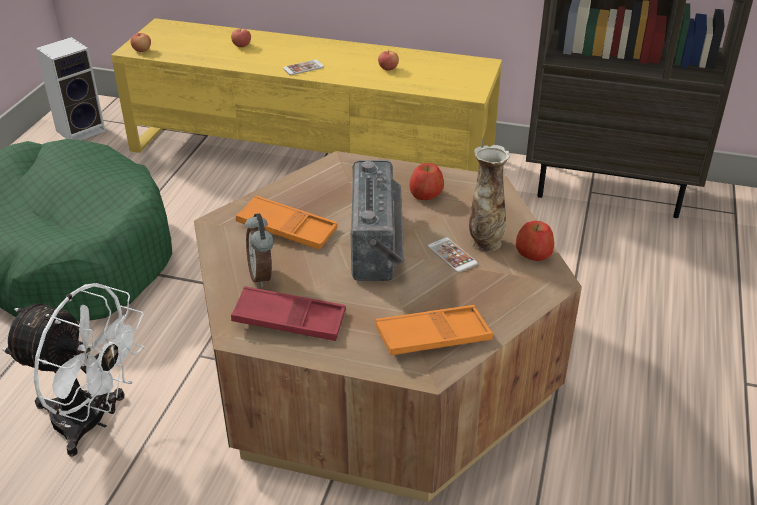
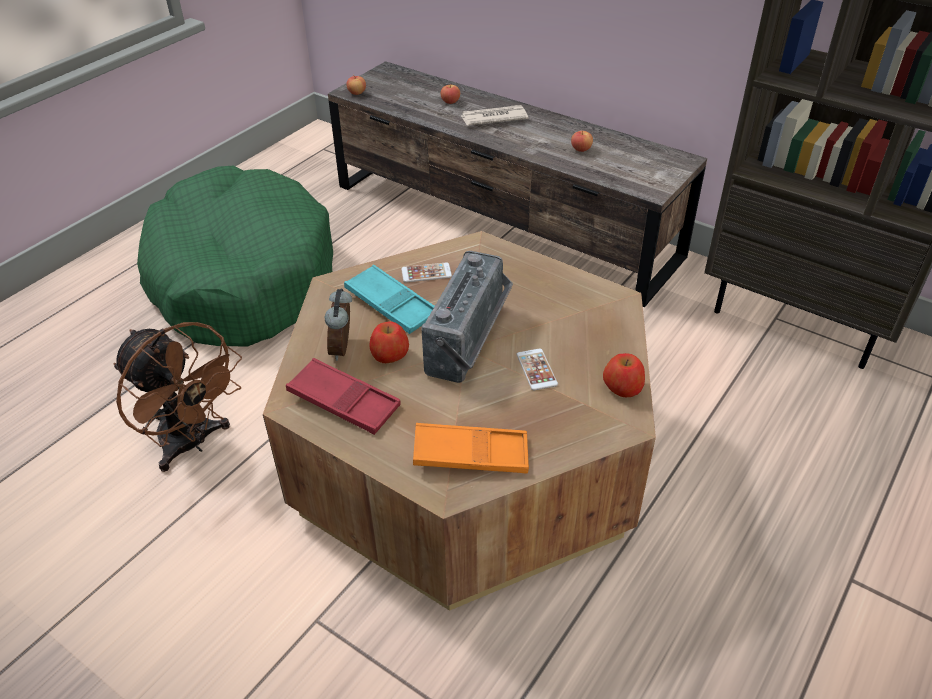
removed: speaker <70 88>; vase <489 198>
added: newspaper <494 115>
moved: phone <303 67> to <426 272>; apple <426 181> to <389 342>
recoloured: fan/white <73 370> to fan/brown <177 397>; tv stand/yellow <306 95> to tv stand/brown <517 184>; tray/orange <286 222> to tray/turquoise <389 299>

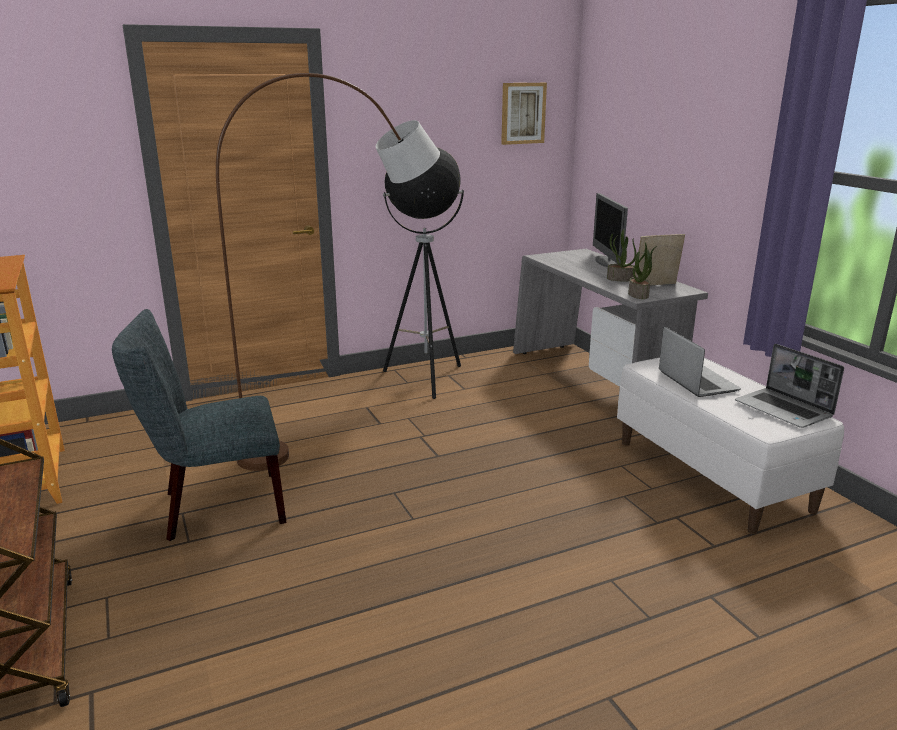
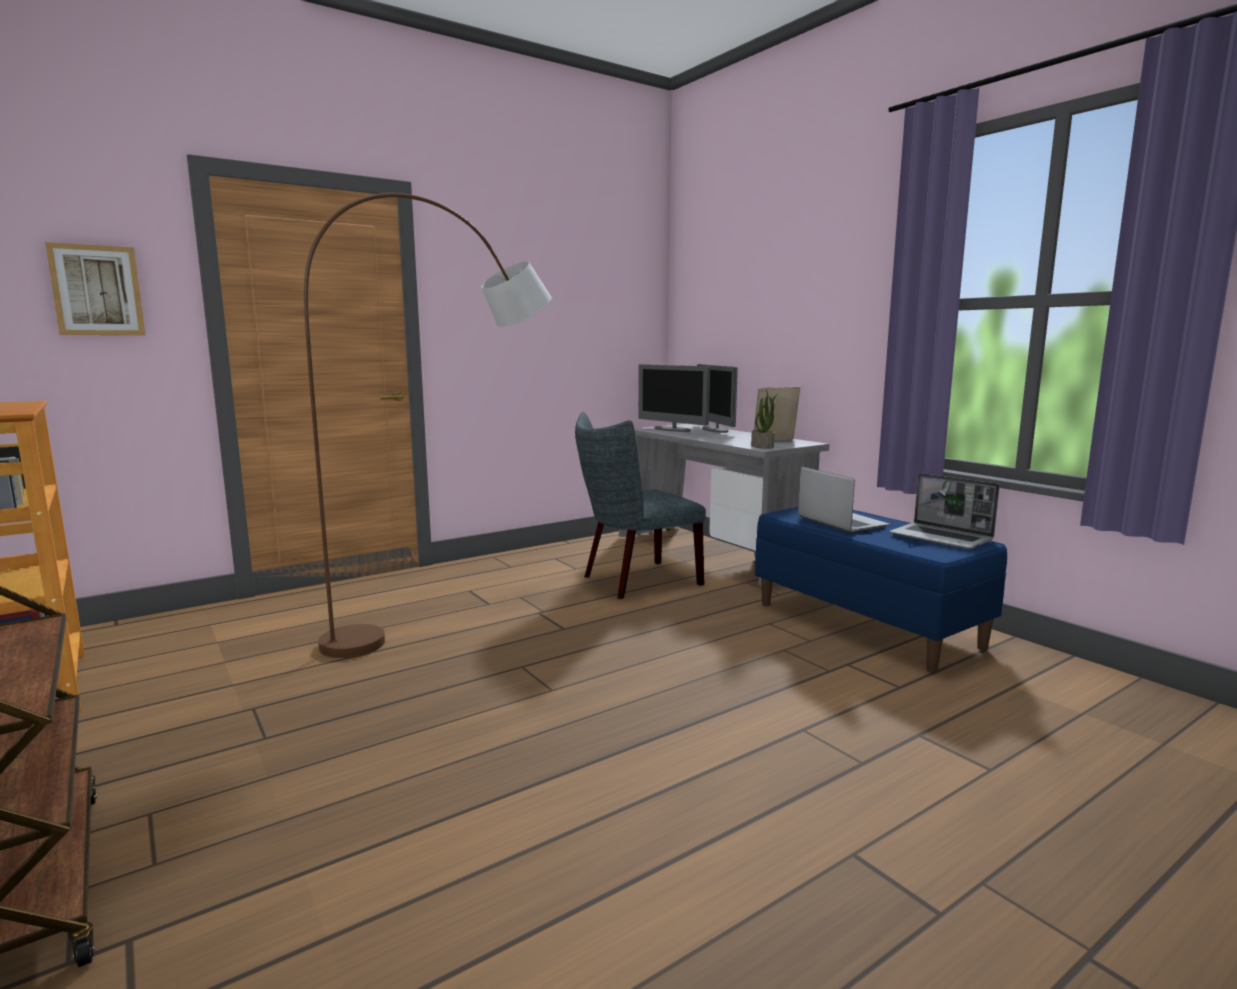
removed: floor lamp <423 273>; potted plant <622 255>
added: monitor <674 398>
moved: chair/grey <199 425> to <640 505>; picture <524 114> to <95 288>
recoloured: bench/white <730 445> to bench/blue <881 590>

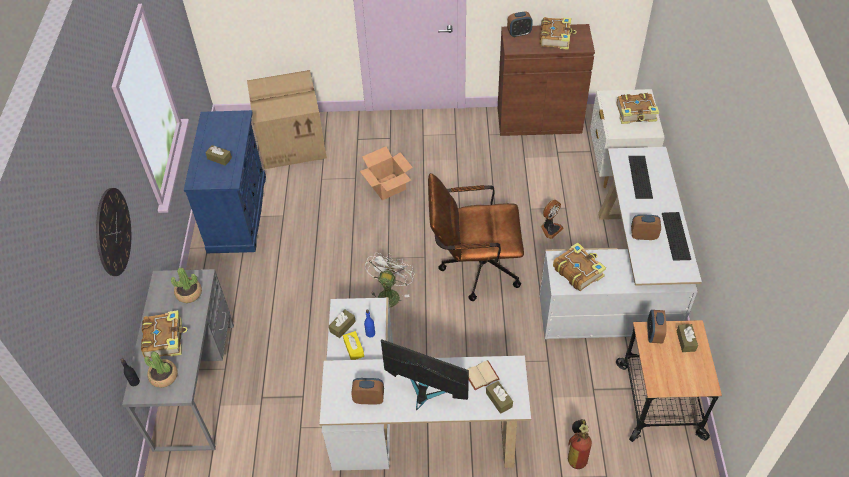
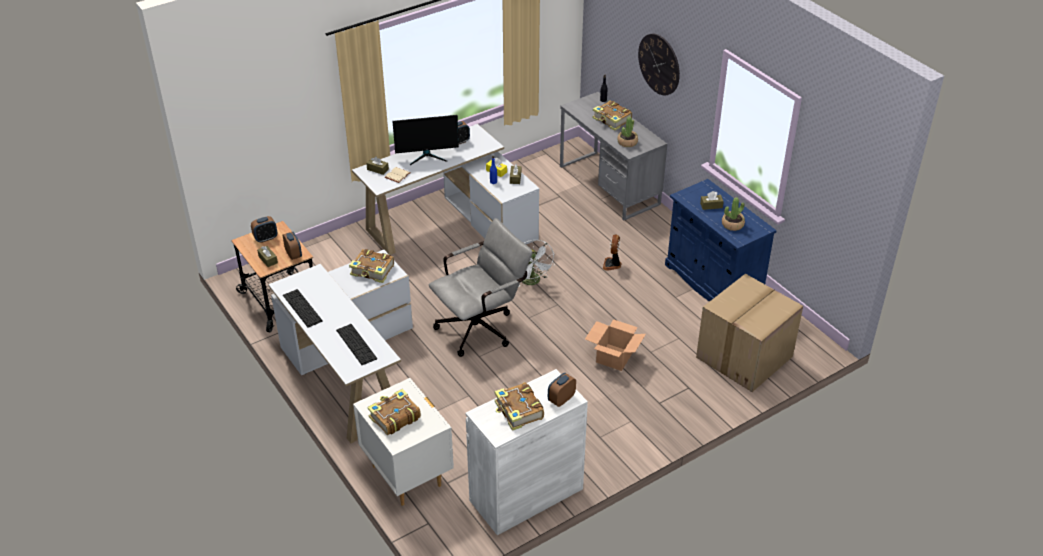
removed: fire extinguisher <580 444>
moved: potted plant <161 370> to <733 214>; fan <552 219> to <612 252>; alarm clock <646 227> to <264 229>
recoloured: office chair/brown <476 237> to office chair/grey <480 287>; cabinet/brown <546 80> to cabinet/white <526 452>

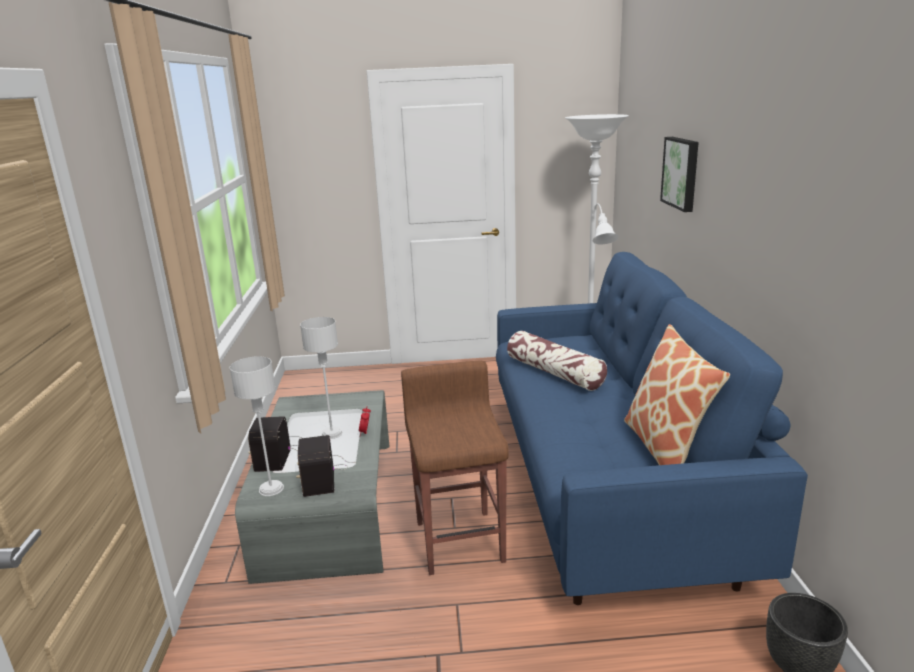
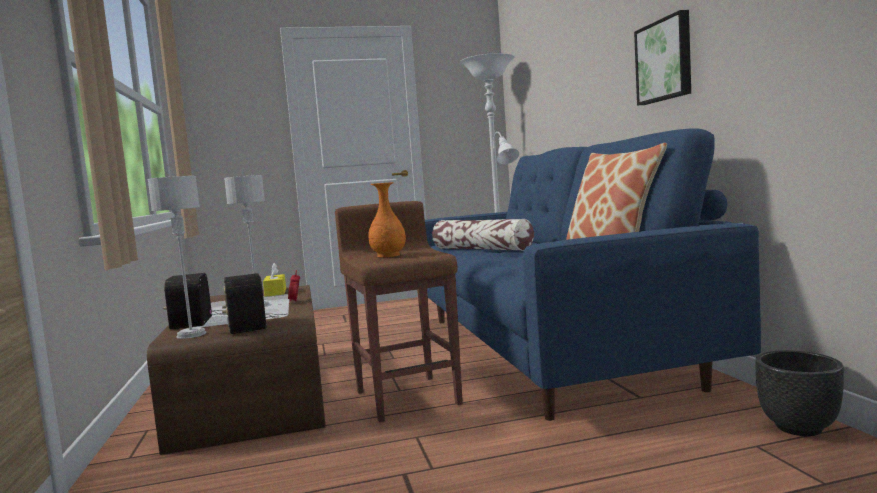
added: tissue box/yellow <274 280>; vase/orange <387 219>
moved: picture <679 174> to <662 57>
recoloured: coffee table/grey <312 487> to coffee table/brown <236 370>

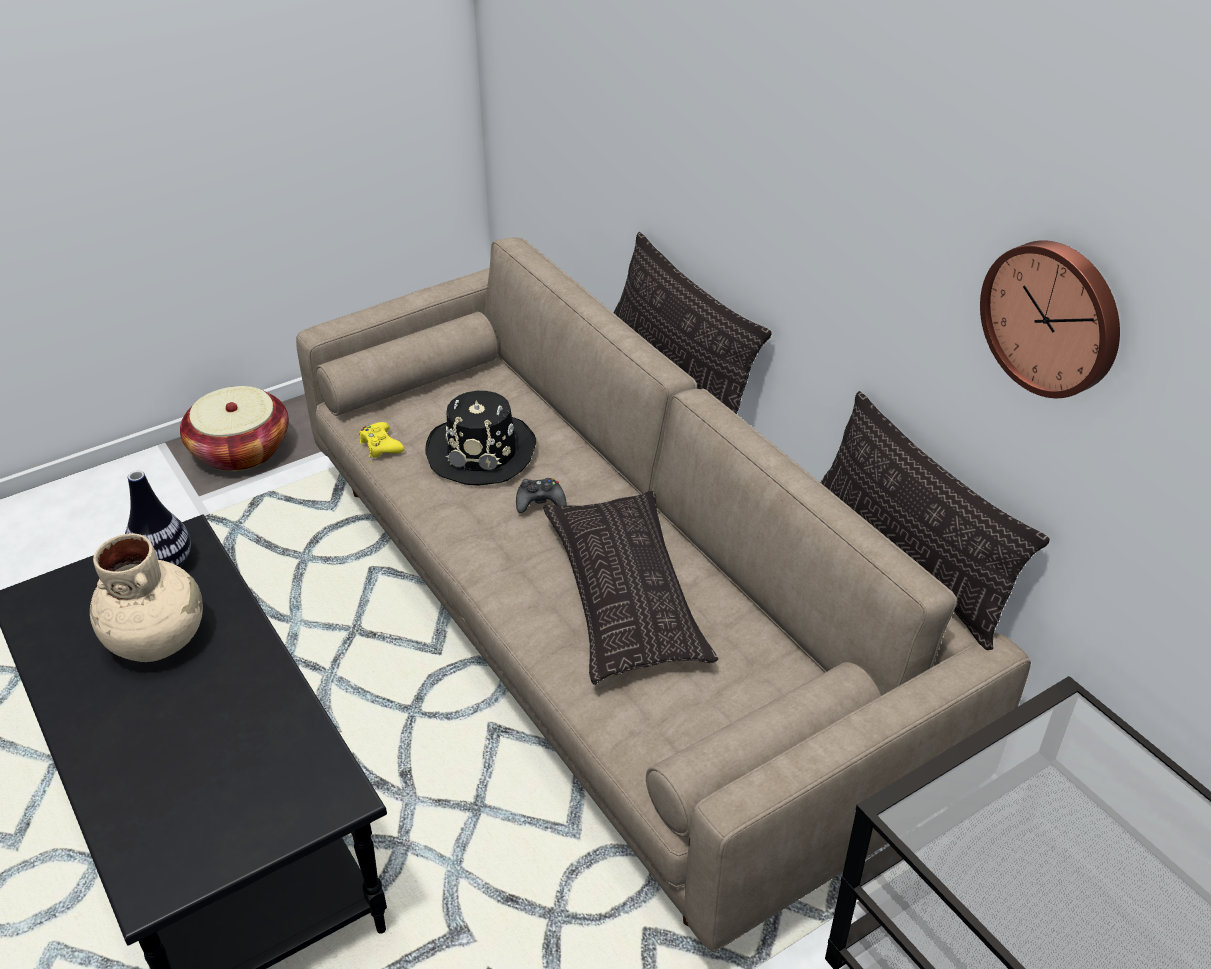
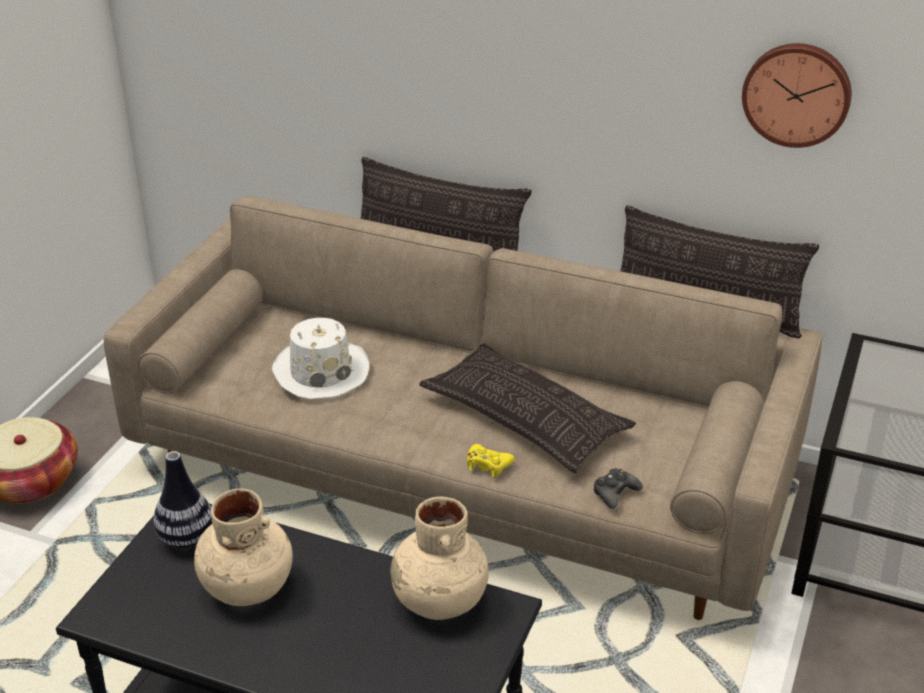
added: vase/beige <440 558>
moved: game controller/yellow <381 440> to <491 461>; game controller/black <541 495> to <618 488>
recoloured: hat/black <480 438> to hat/white <320 358>

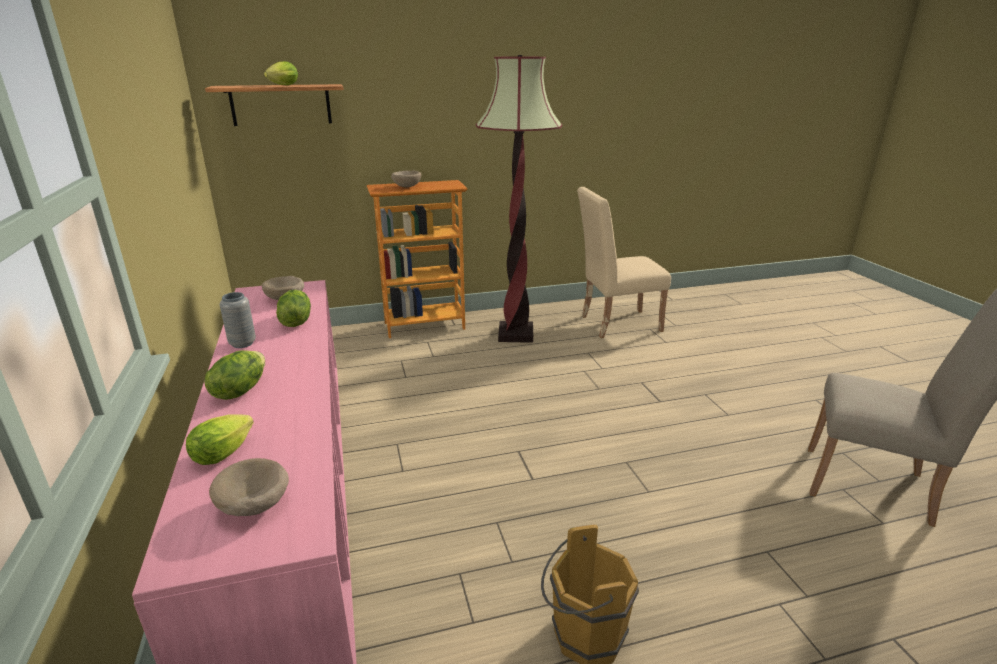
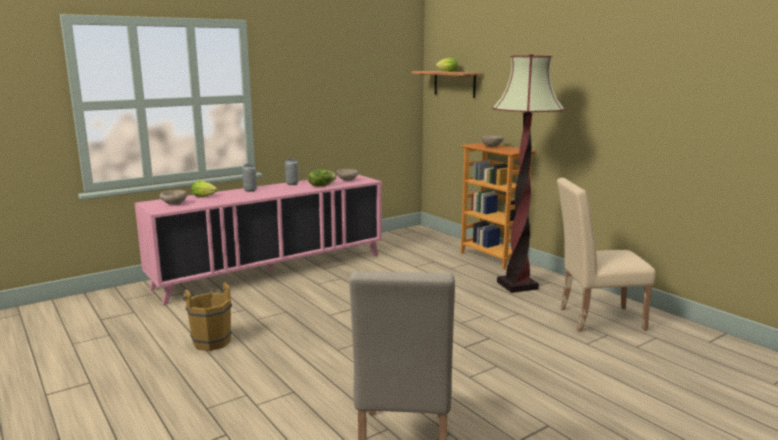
replaced: lettuce <235 375> to vase/grey <249 178>
turned: chair/beige <624 262> = <606 255> 60 degrees counterclockwise

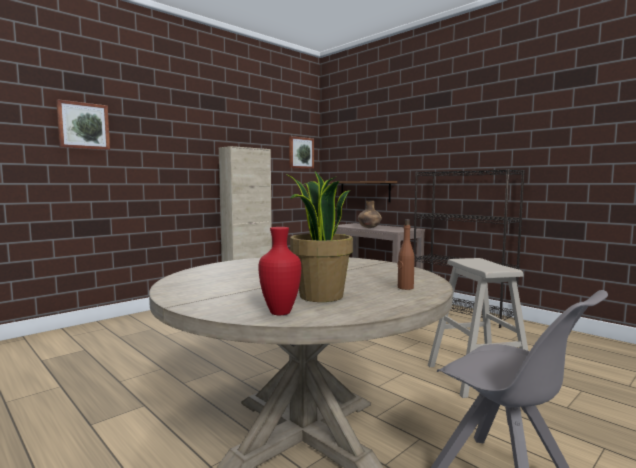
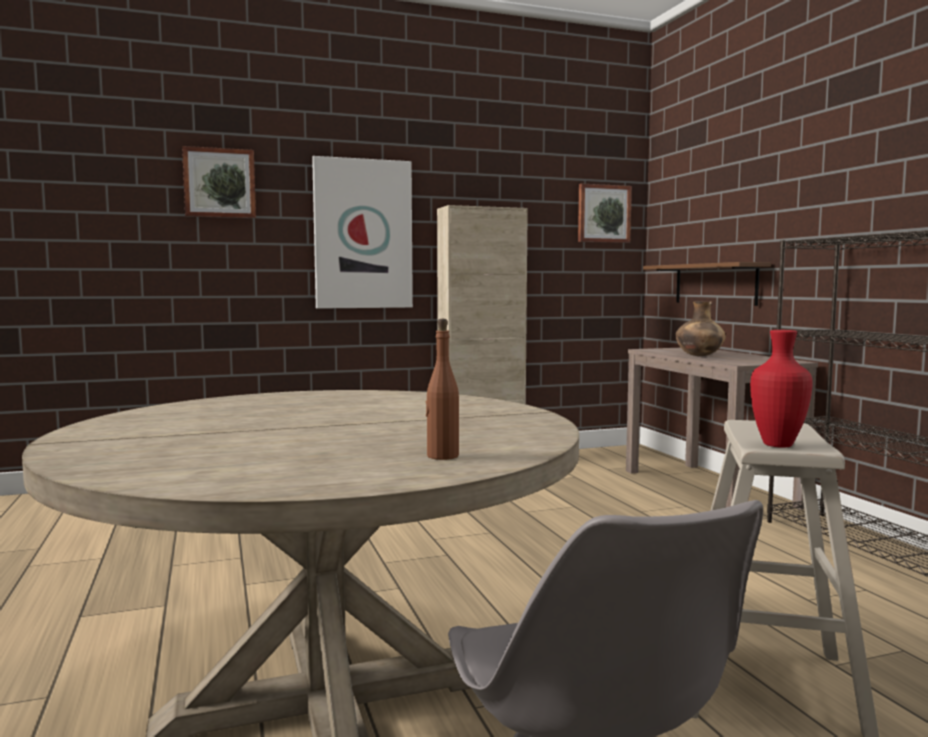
removed: potted plant <319 236>
added: picture <362 232>
moved: vase/red <279 271> to <781 389>

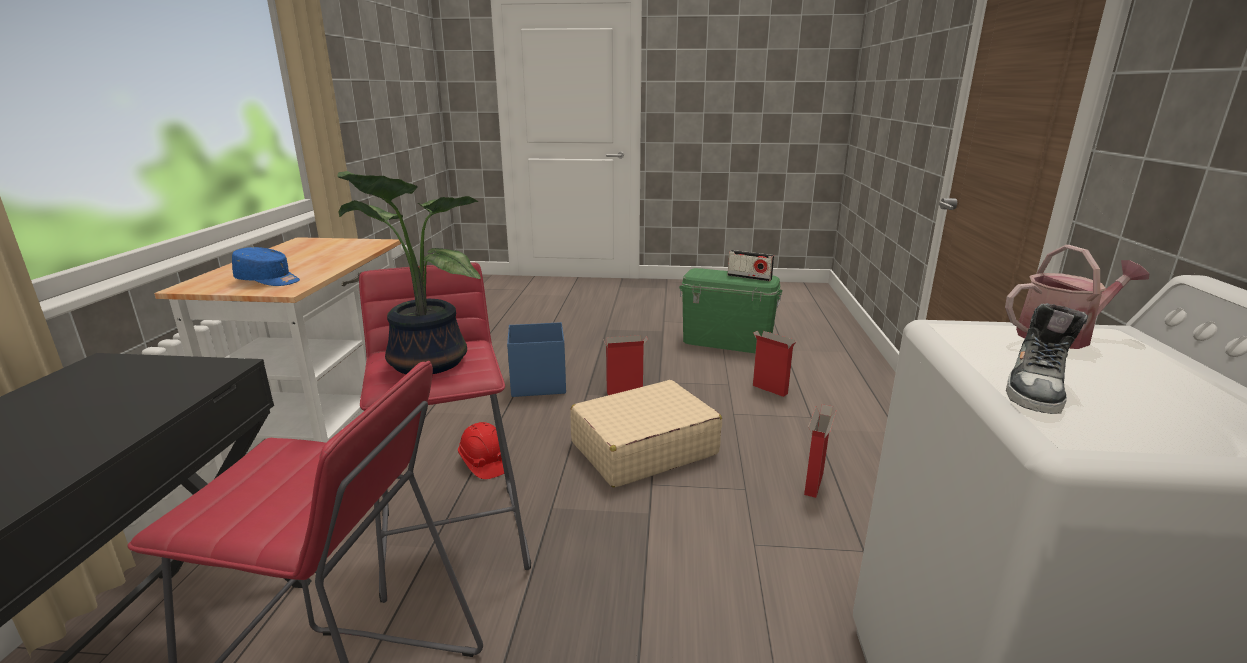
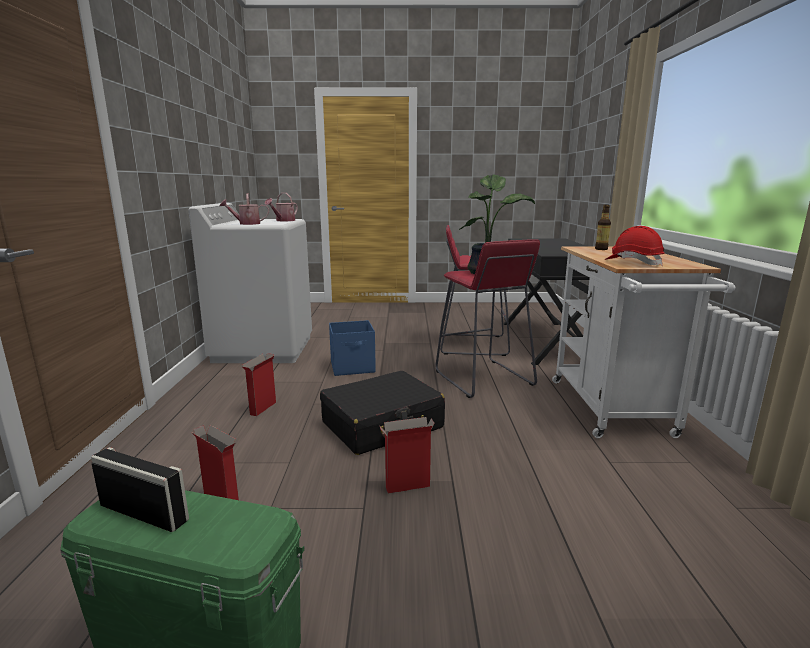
moved: hard hat/red <481 450> to <635 246>; storage box/blue <536 359> to <352 348>
replaced: cap/blue <266 266> to bottle <603 227>; shoe <1047 359> to watering can <281 207>
recoloured: suitcase/beige <646 434> to suitcase/black <382 413>

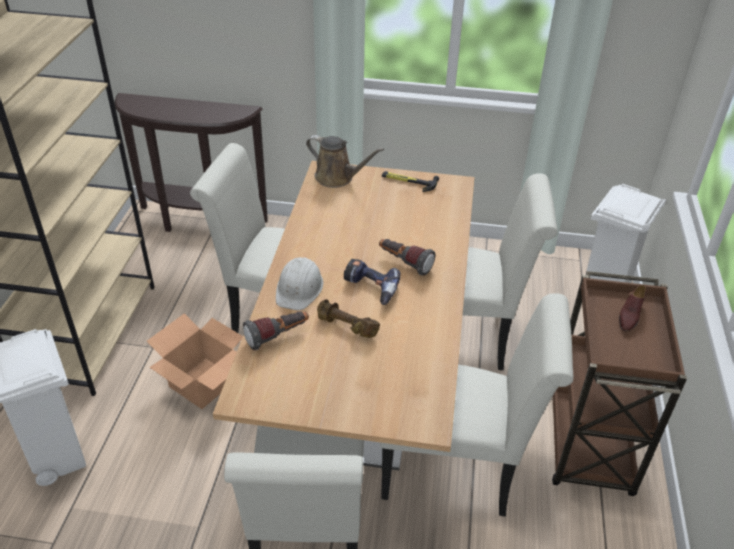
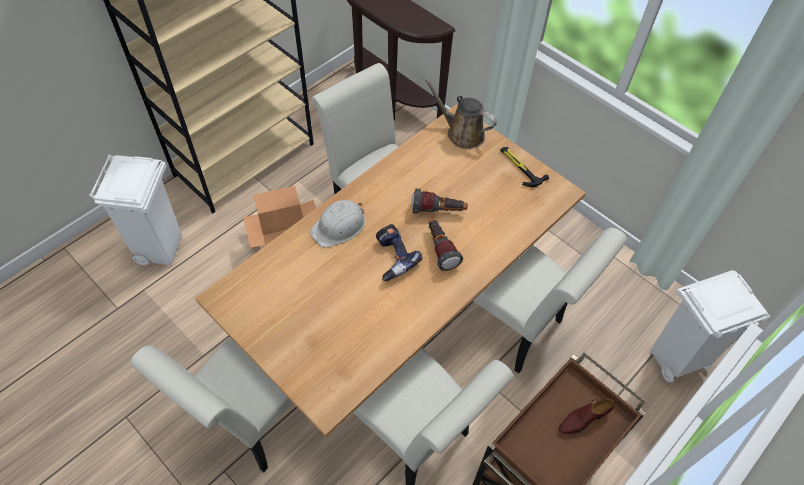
removed: dumbbell/brown <348 318>
moved: flashlight <276 330> to <439 201>
turned: watering can/brown <345 161> = <460 112> 150 degrees clockwise

